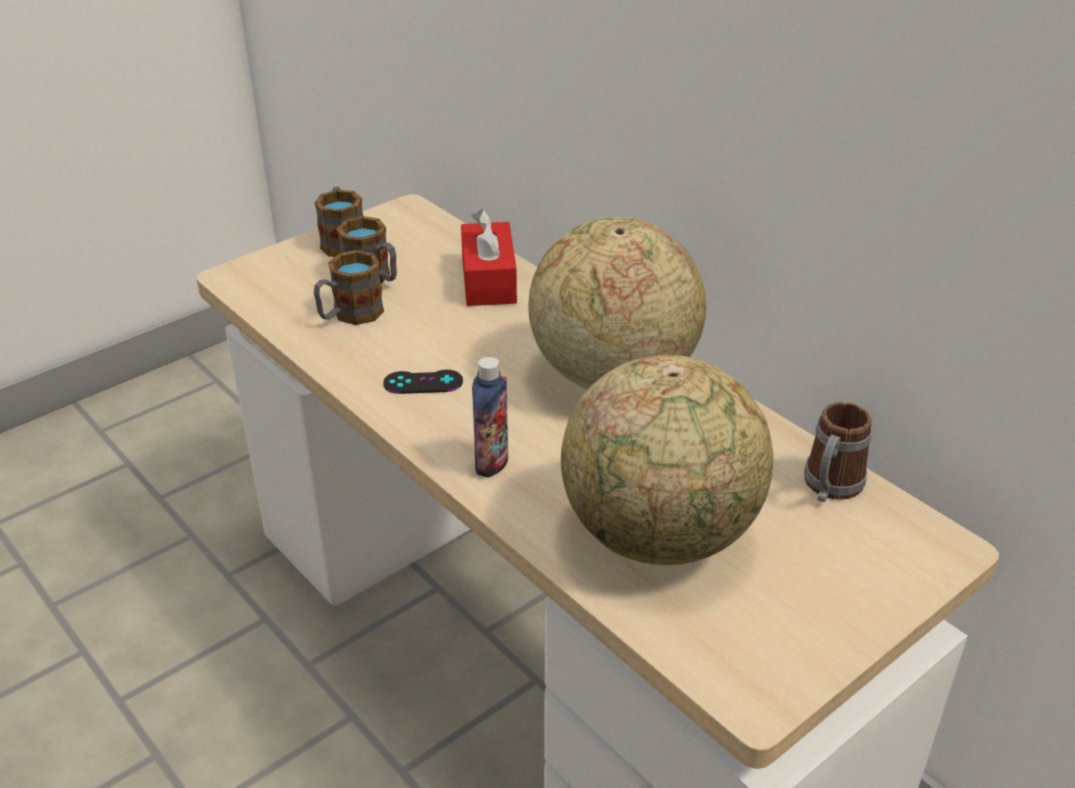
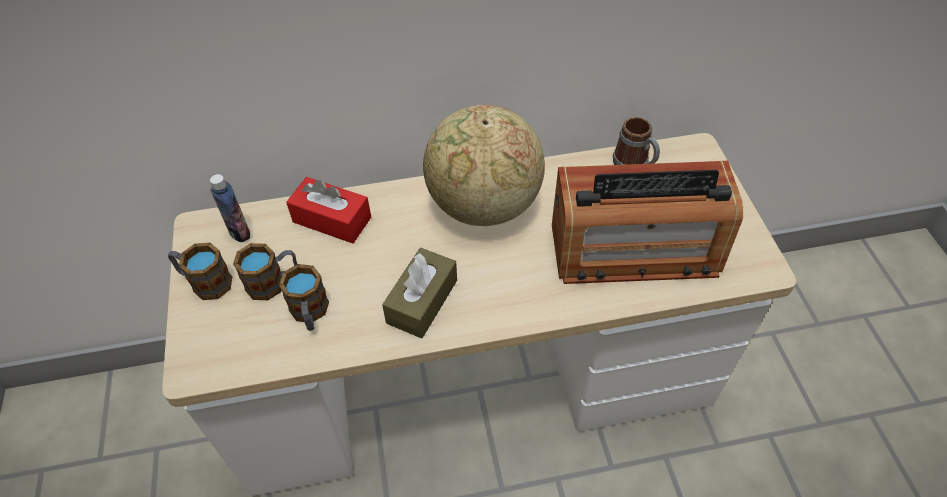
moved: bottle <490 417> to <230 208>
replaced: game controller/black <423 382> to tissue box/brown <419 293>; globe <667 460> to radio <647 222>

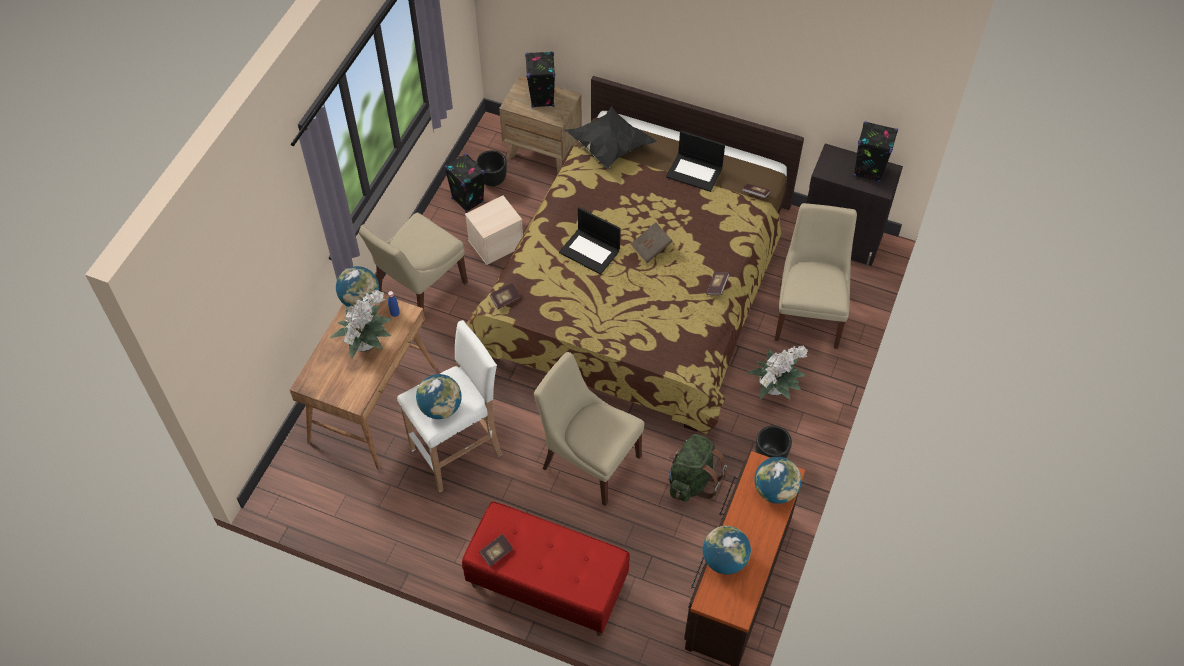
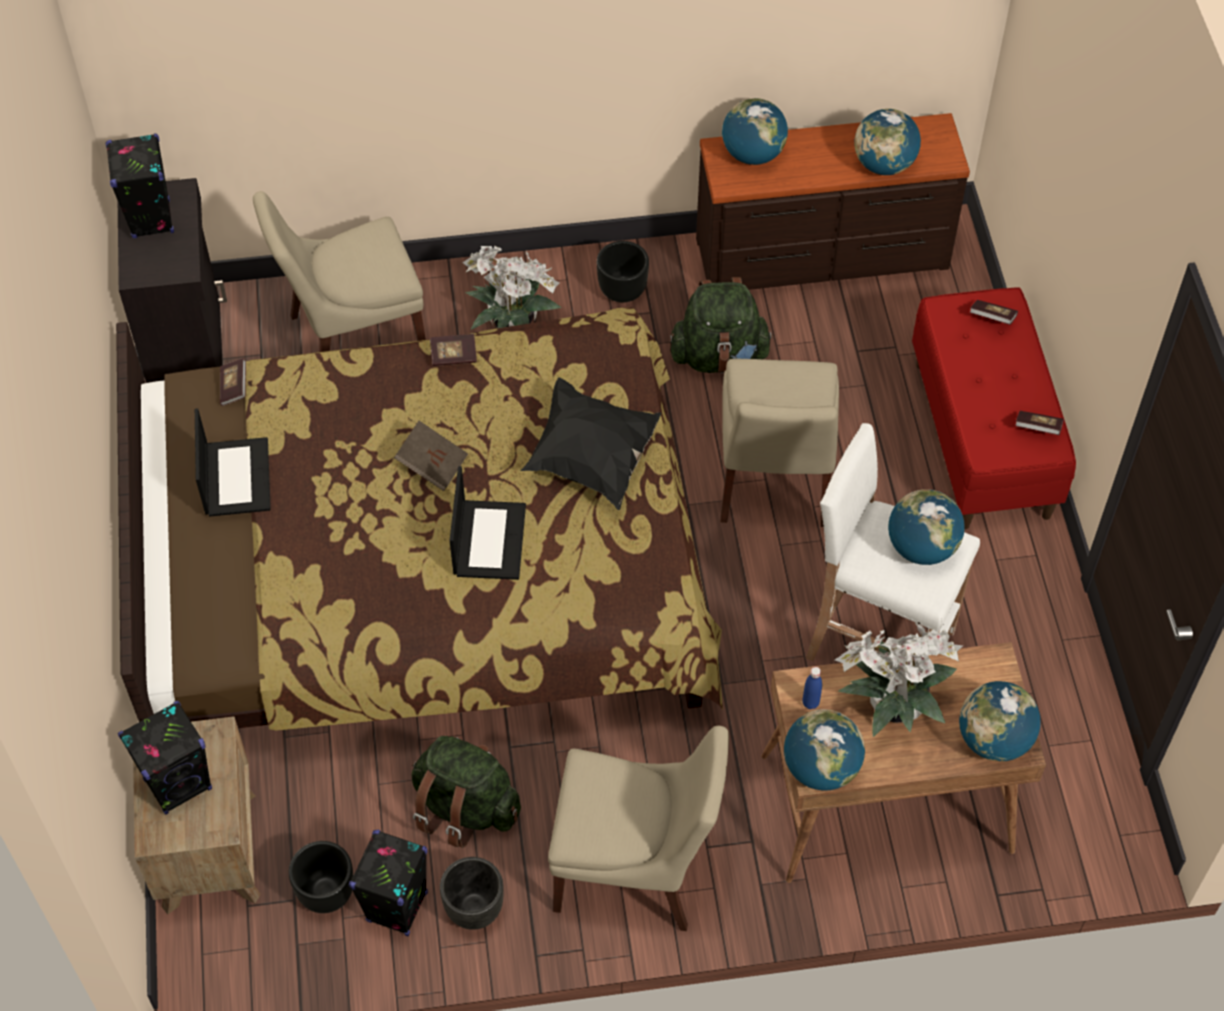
added: planter/black <472 893>; globe <999 721>
moved: book <505 296> to <994 312>; pillow/black <610 137> to <591 443>
replaced: storage box/beige <494 230> to backpack/green <466 792>

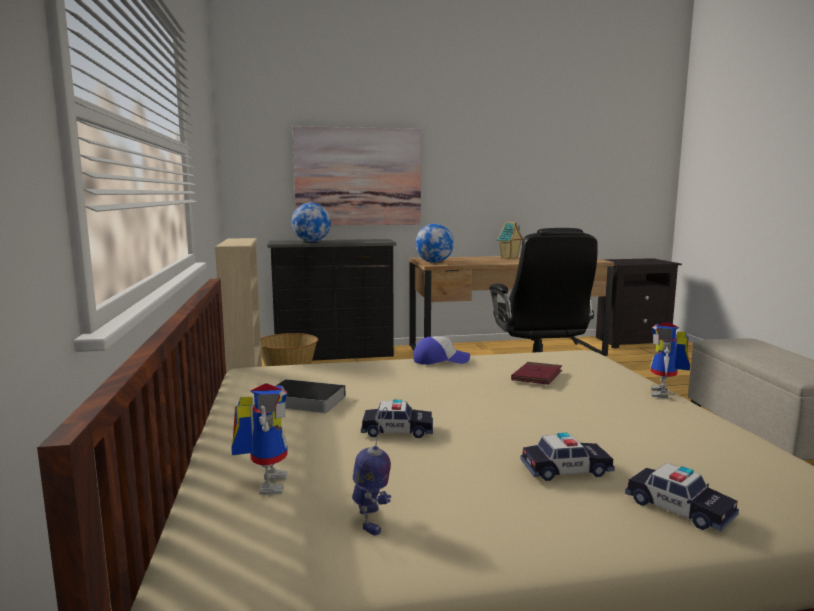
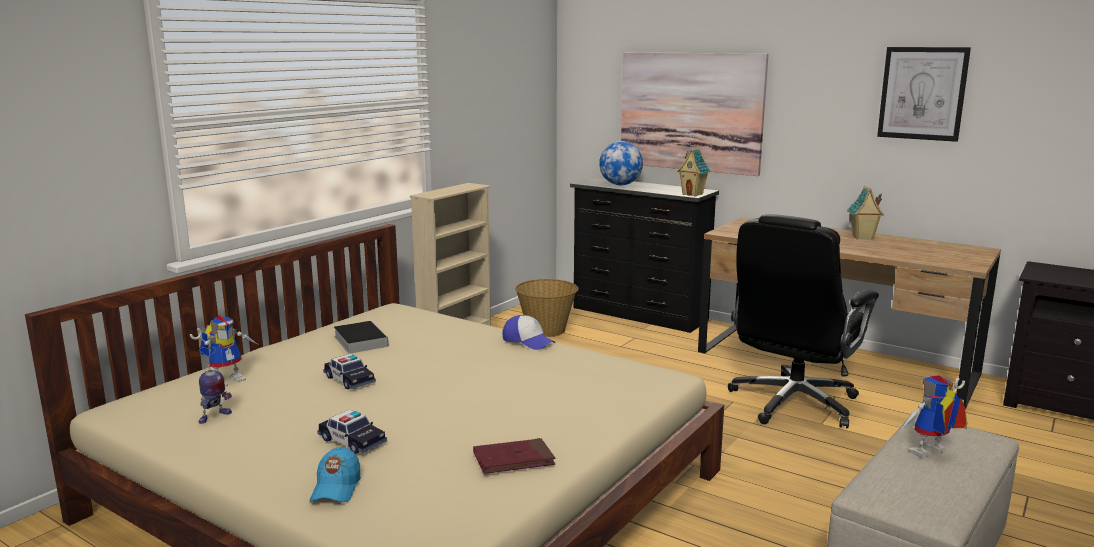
removed: globe <434 243>
added: toy house <694 172>; picture <924 94>
moved: book/red <536 373> to <514 456>; toy robot <670 360> to <934 417>
replaced: toy car <682 497> to cap/blue <335 474>

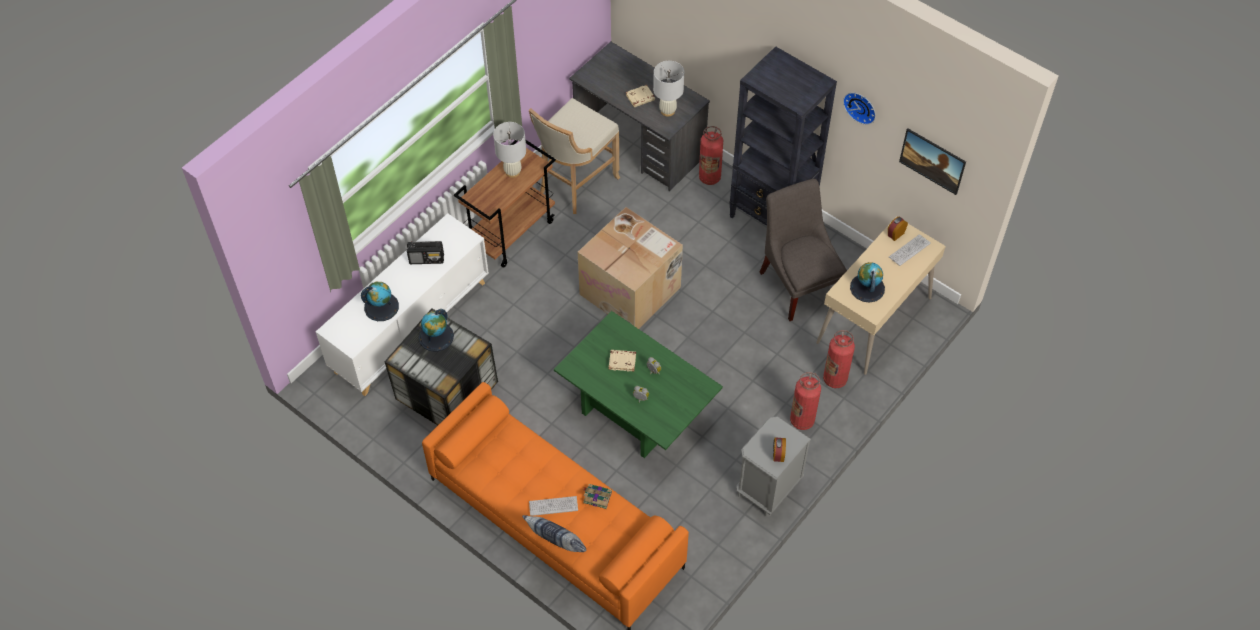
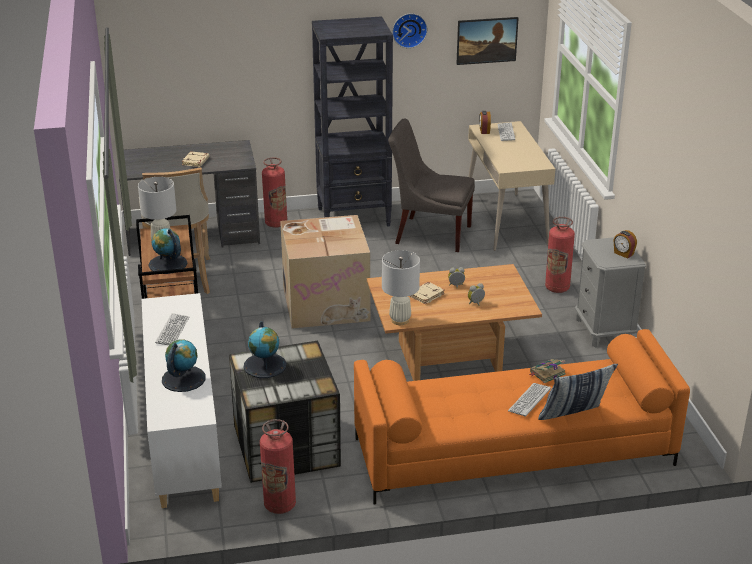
moved: table lamp/white <668 89> to <401 287>; fire extinguisher <839 359> to <278 466>; globe <867 282> to <168 251>
replaced: radio <425 252> to keyboard <172 329>
recoloured: coffee table/green <638 384> to coffee table/brown <454 322>

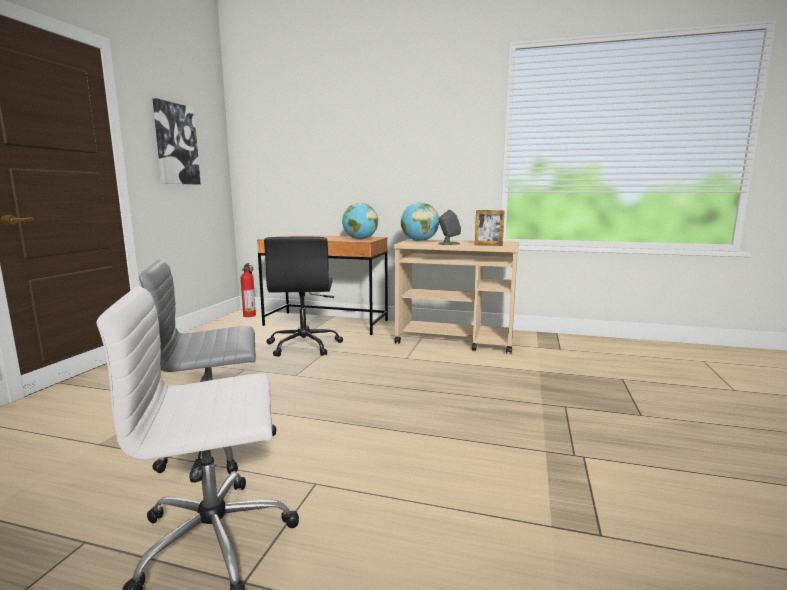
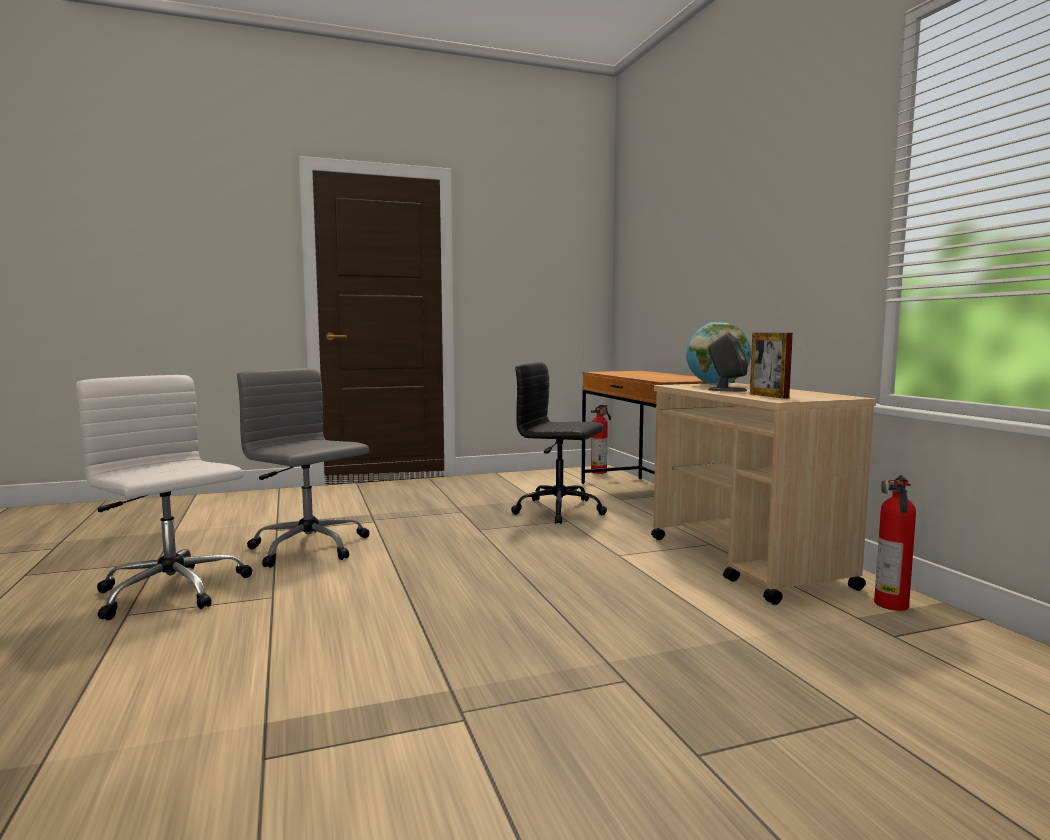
removed: picture <177 141>; globe <360 221>
added: fire extinguisher <895 543>
turned: office chair/black <303 296> = <559 443> 60 degrees clockwise

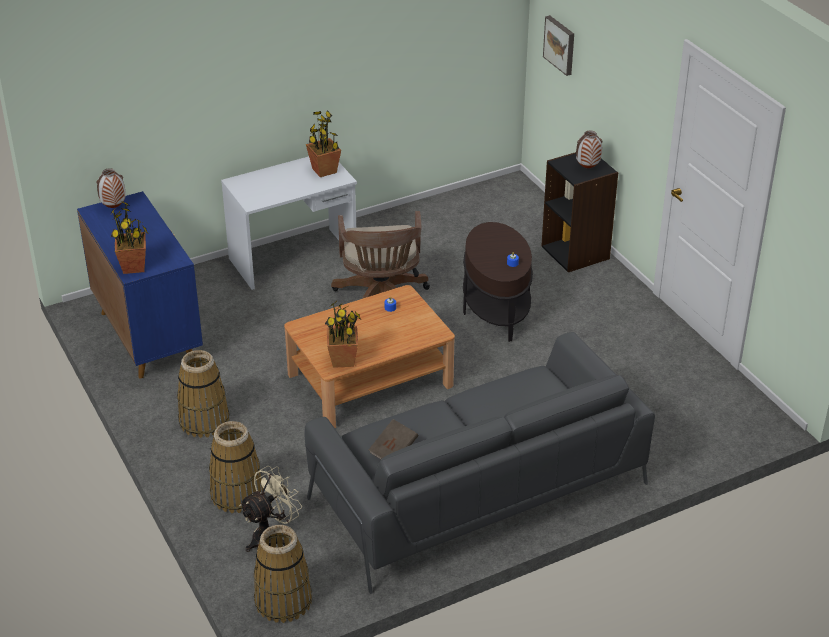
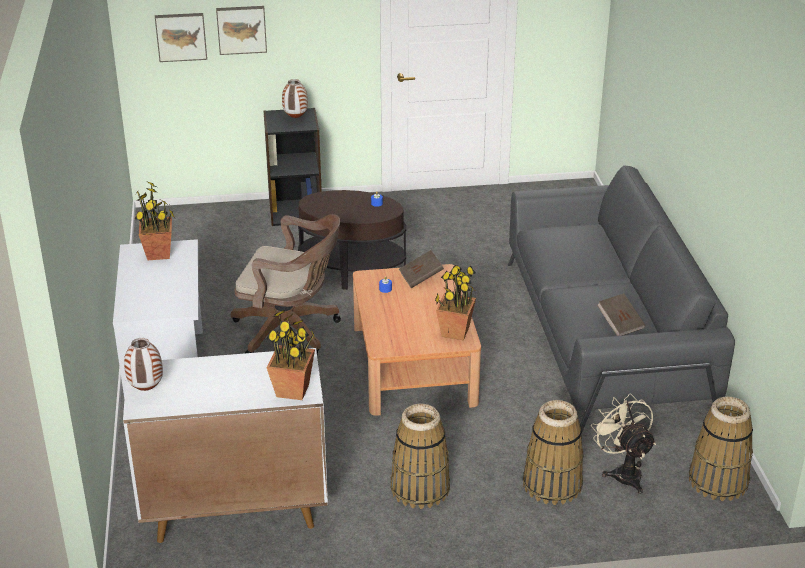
added: picture <241 30>; book/brown <421 269>
recoloured: cabinet/blue <140 284> to cabinet/white <225 445>

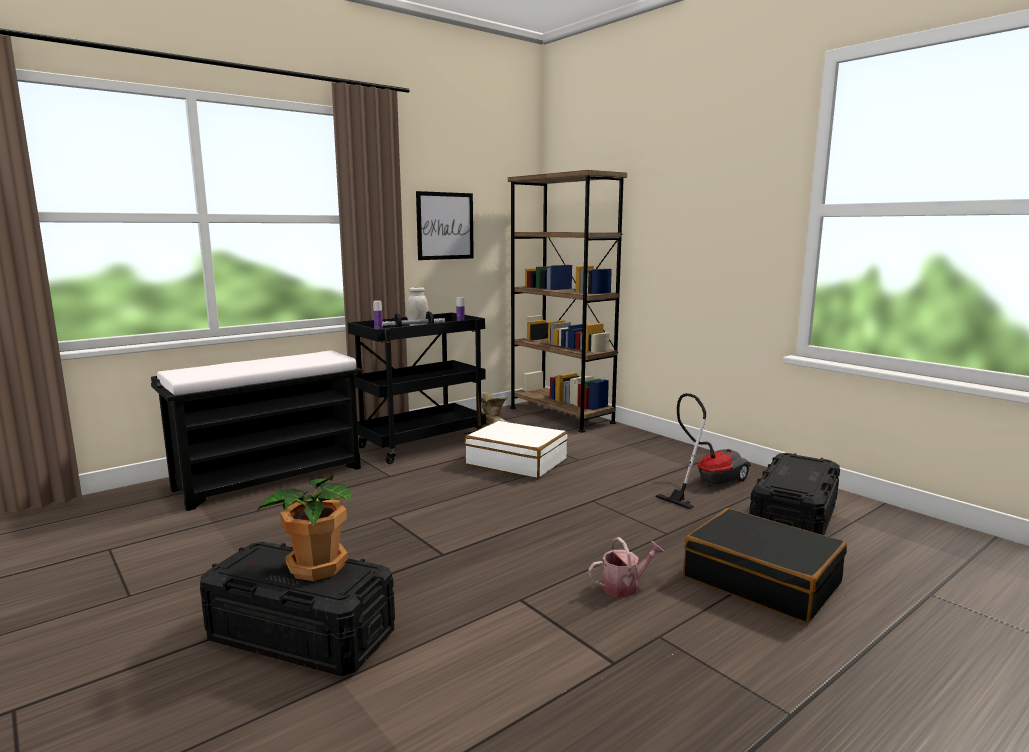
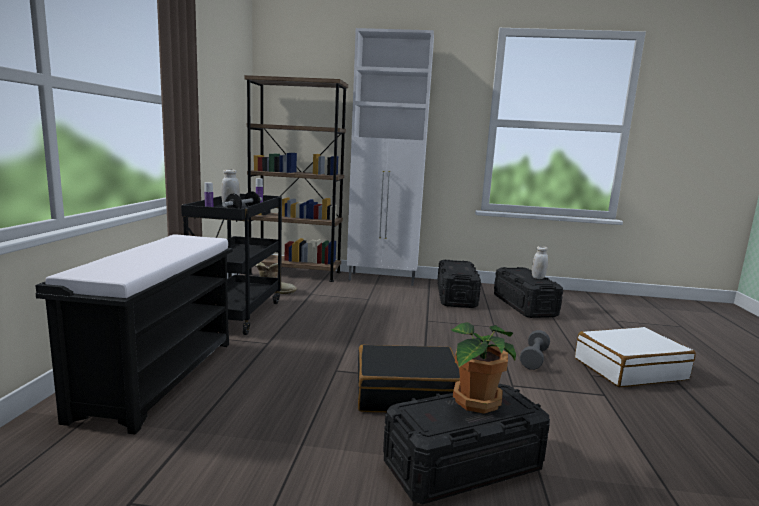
removed: picture <445 225>
added: cabinet/white <390 157>; jar/white <540 262>
moved: suitcase/white <516 449> to <635 357>; suitcase/black <765 565> to <409 378>
replaced: watering can <626 567> to dumbbell/grey <535 350>; vacuum cleaner <703 451> to storage box/black <459 283>

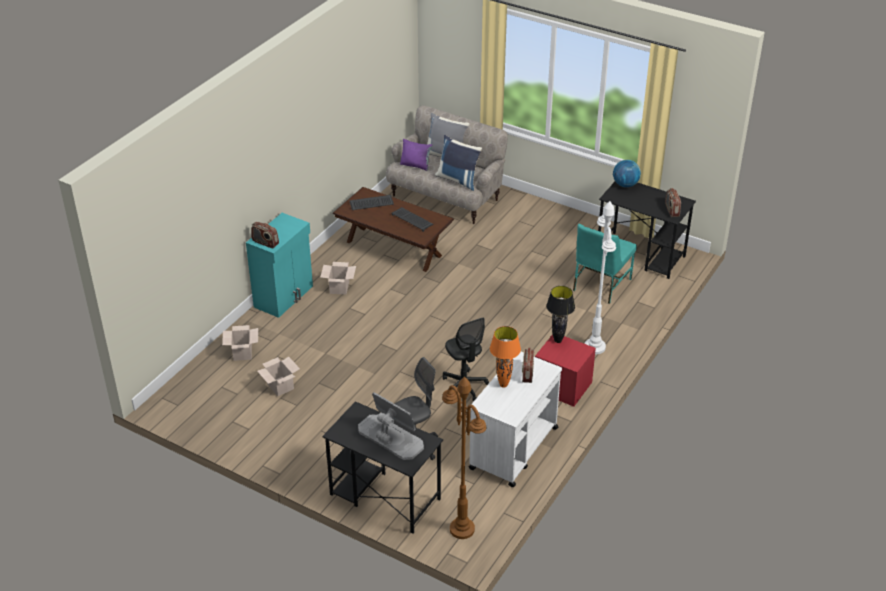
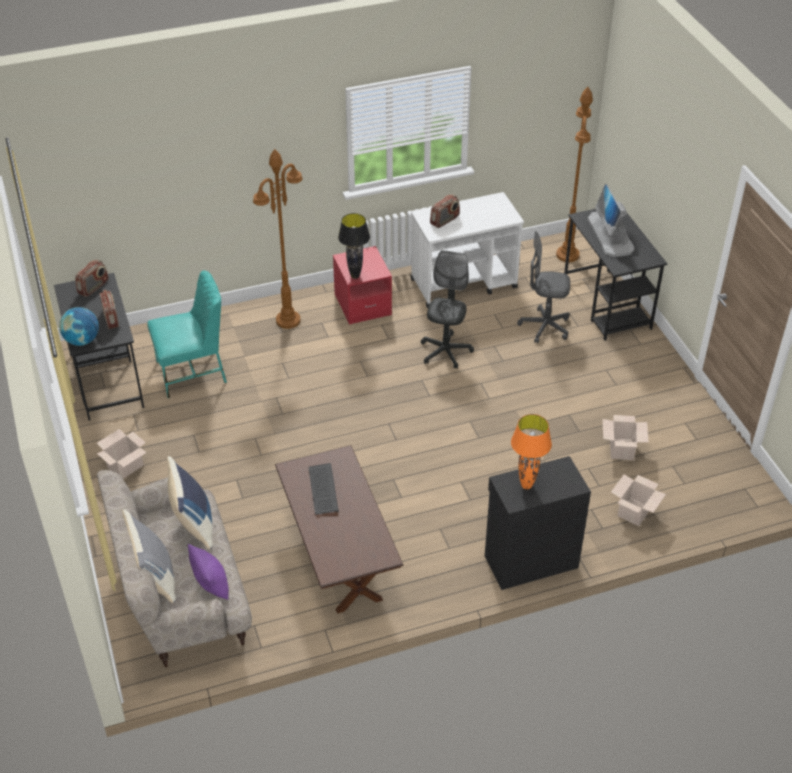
removed: keyboard <371 202>
moved: radio <265 235> to <109 309>; cardboard box <338 278> to <122 454>; table lamp/orange <505 357> to <531 451>
recoloured: cabinet/turquoise <279 265> to cabinet/black <538 523>; floor lamp/white <600 277> to floor lamp/brown <277 239>

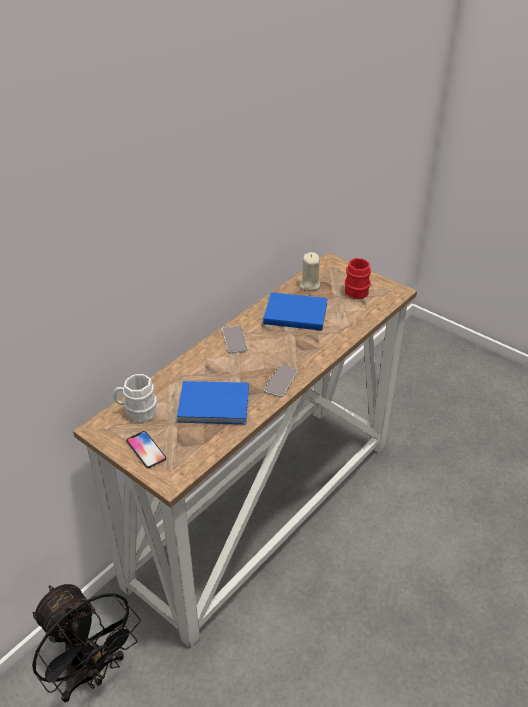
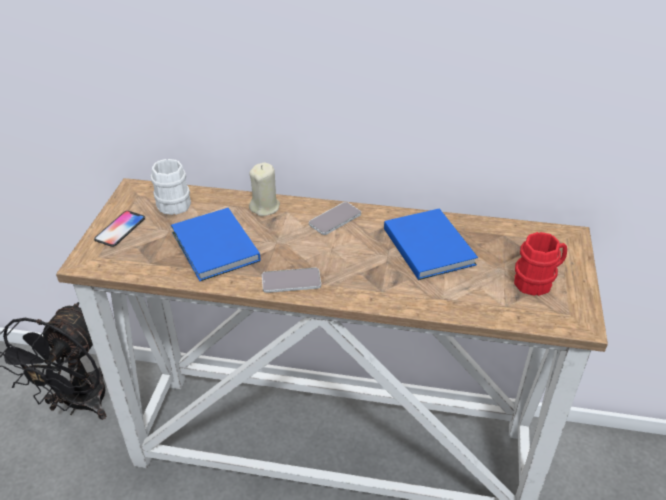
moved: candle/beige <310 271> to <264 189>

